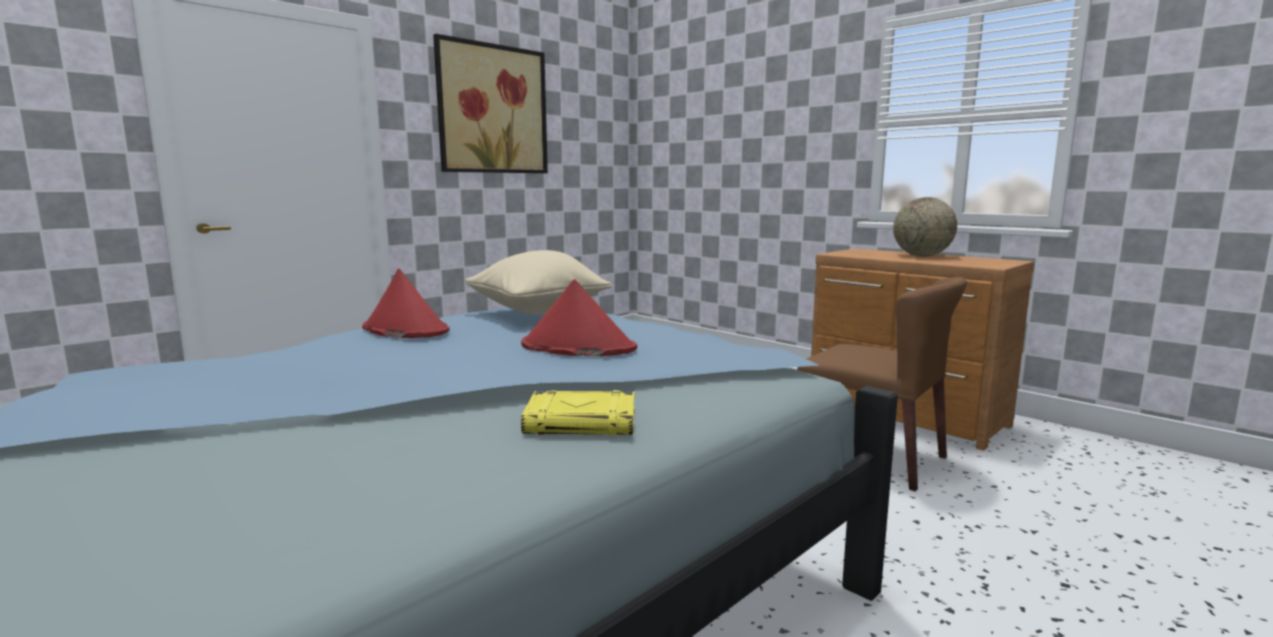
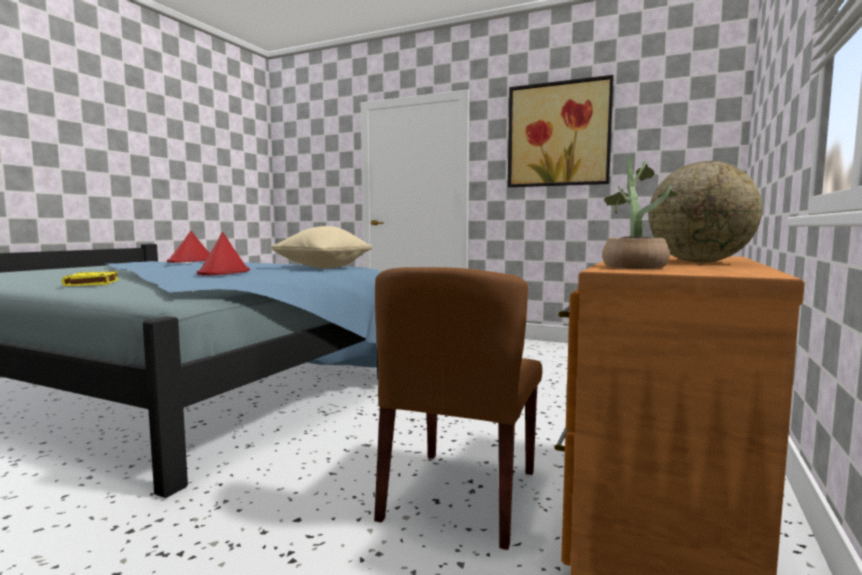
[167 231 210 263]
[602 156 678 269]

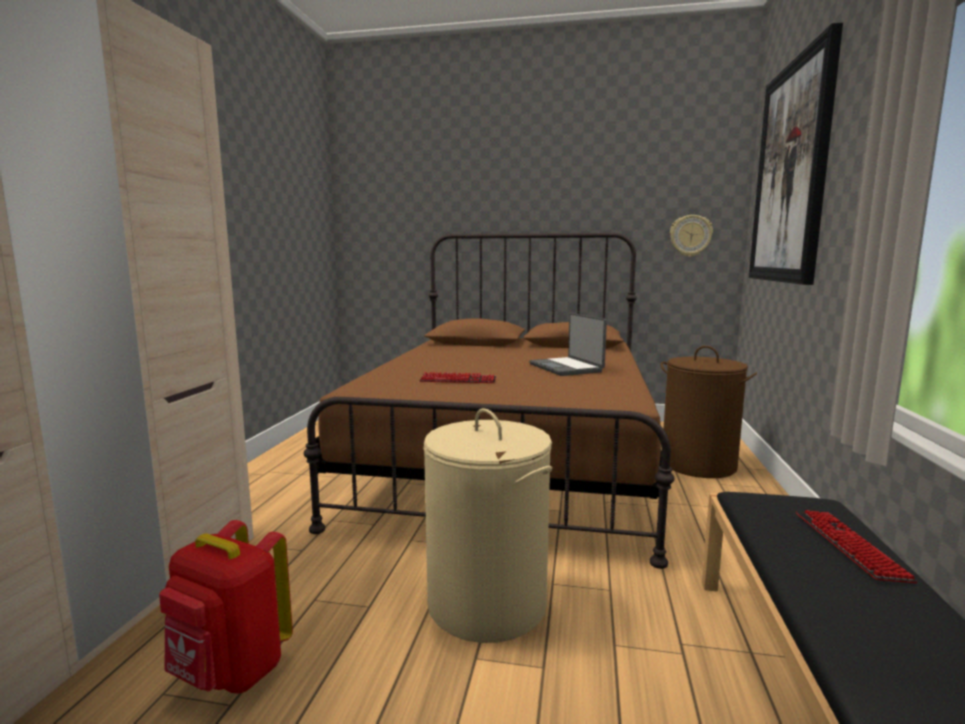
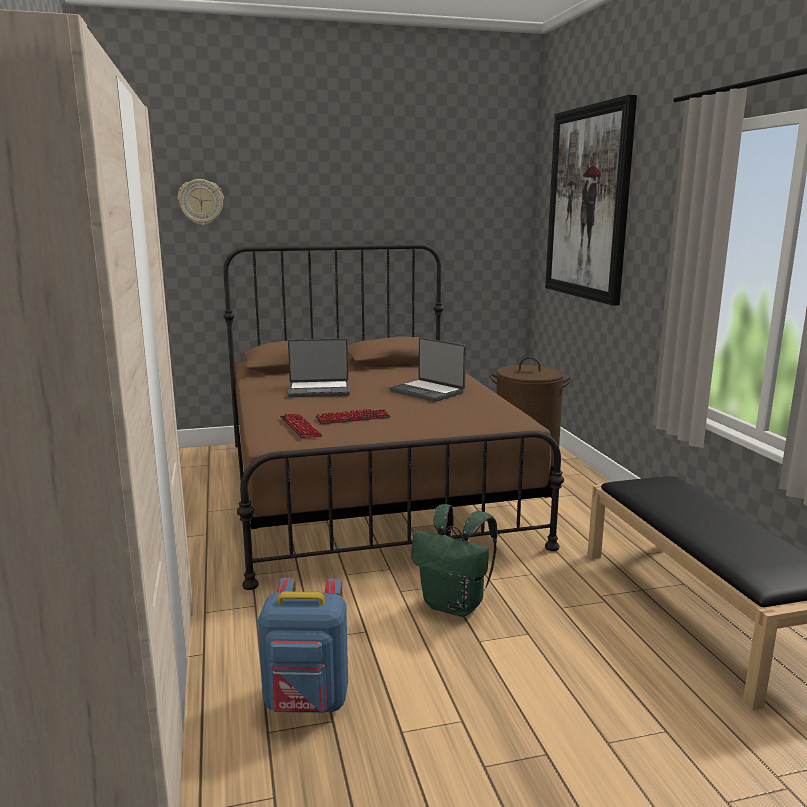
[178 179 224 225]
[411 504 497 617]
[280 413 322 438]
[258 578 348 713]
[288 338 350 397]

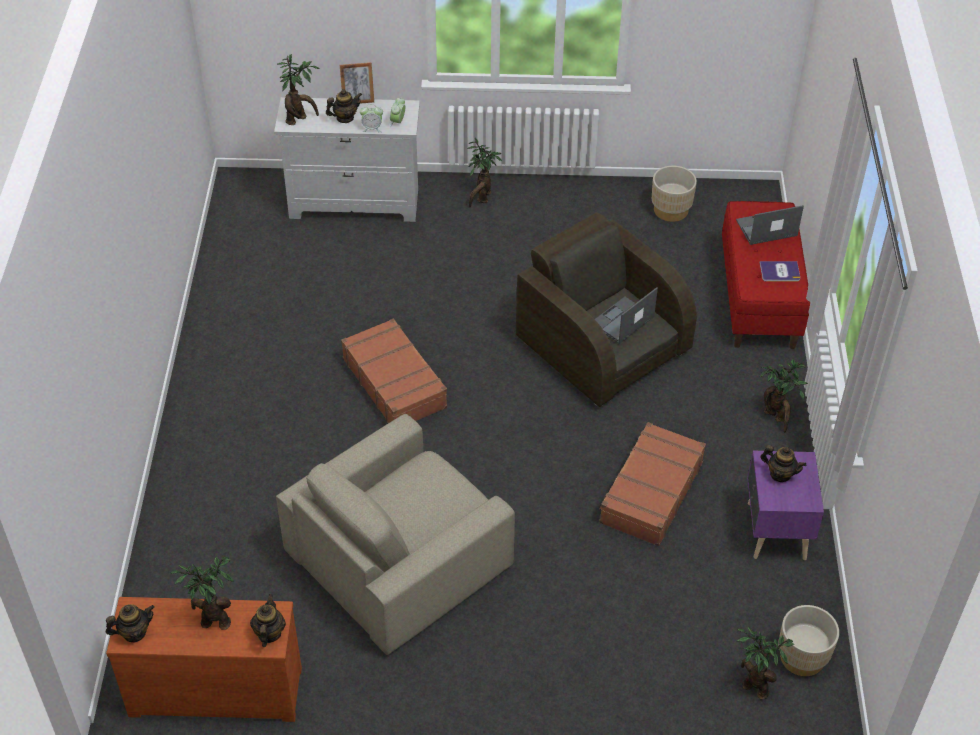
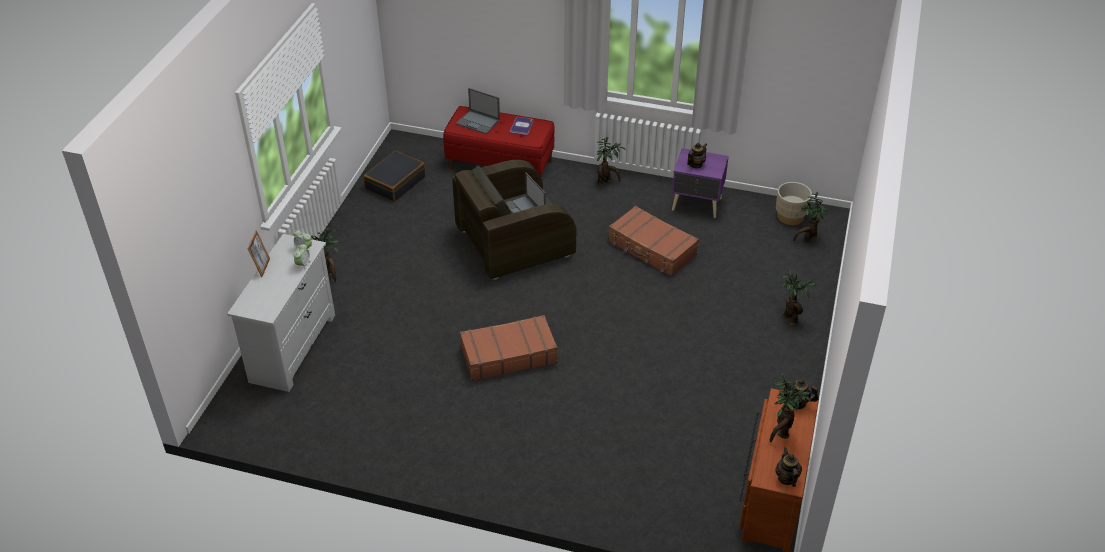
[781 270 816 325]
[326 89 362 123] (first image)
[364 151 425 202]
[456 88 500 134]
[276 414 515 655] (first image)

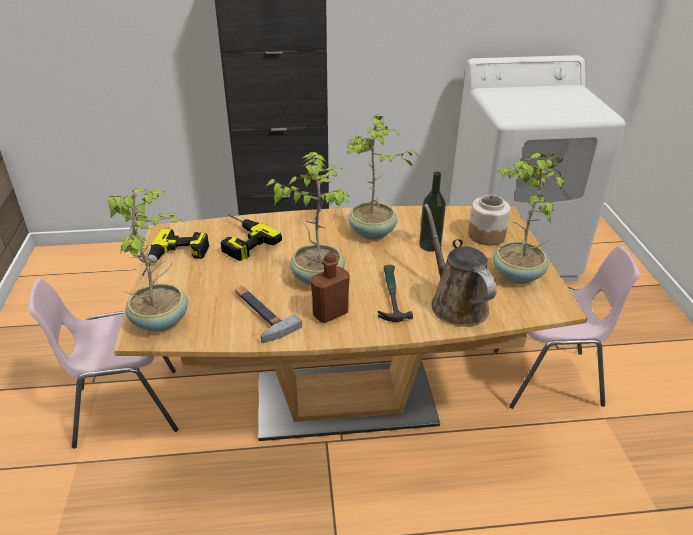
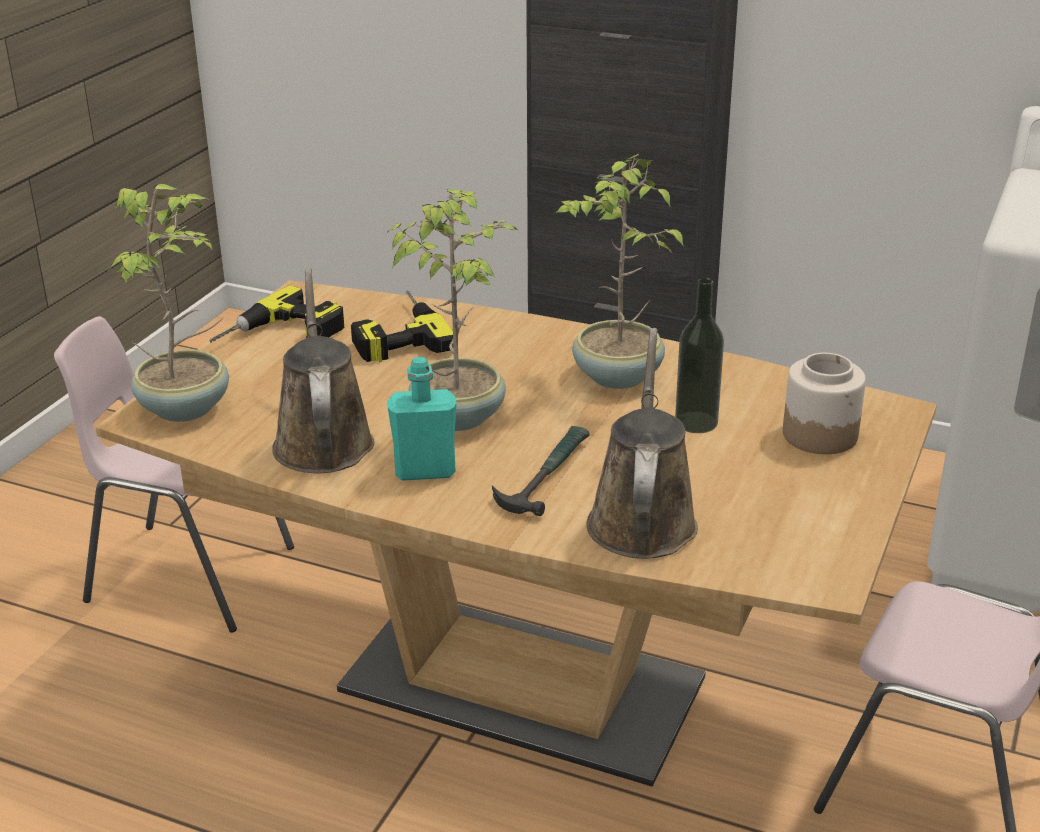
[493 153 564 284] (first image)
[387 357 457 481]
[272 268 375 474]

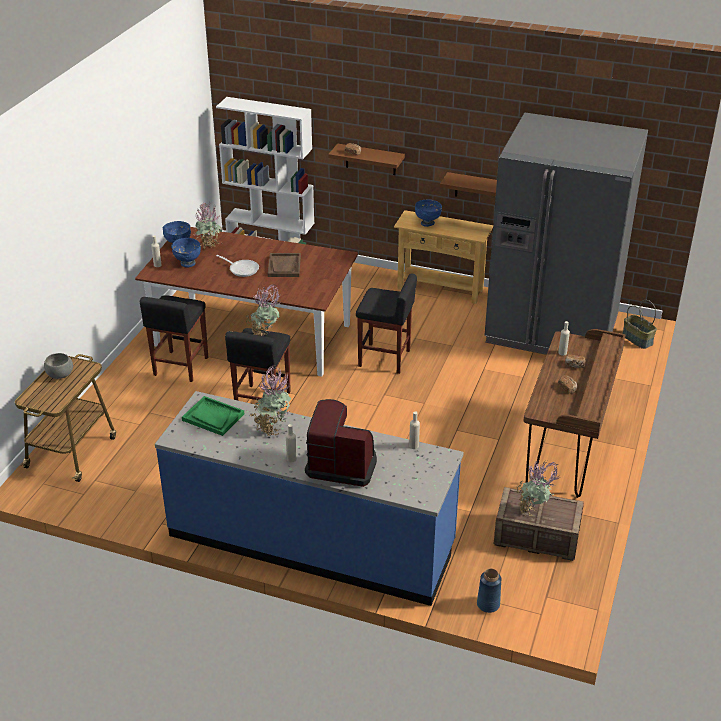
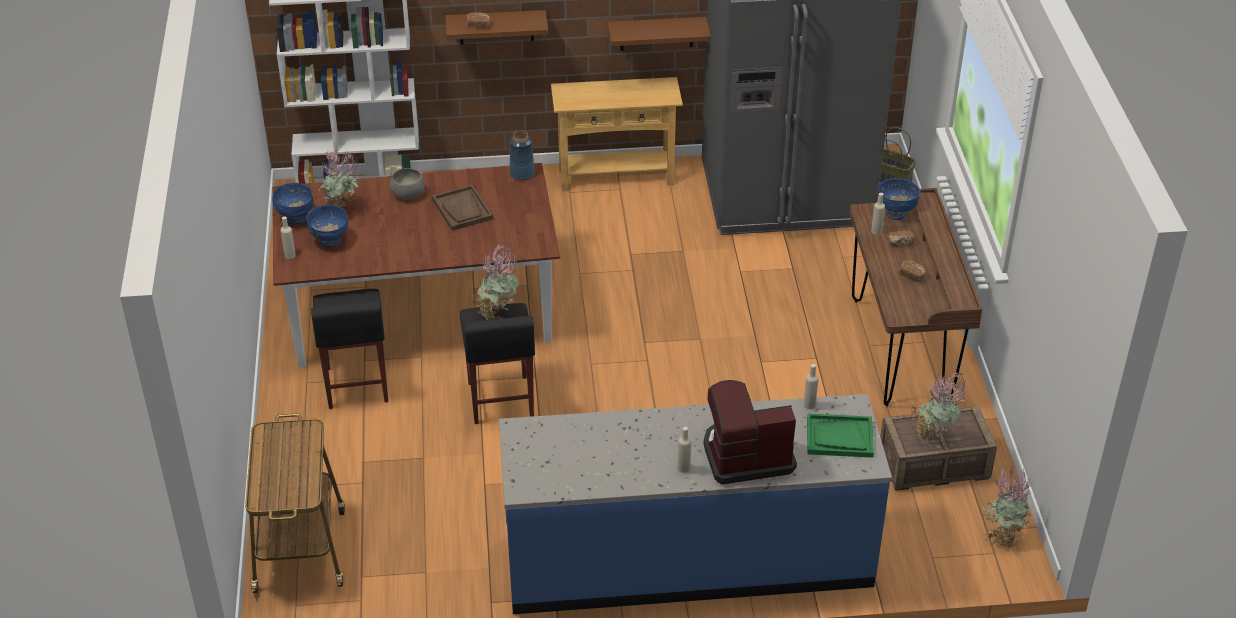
[878 178 920 220]
[216 255 259 277] (first image)
[356 273 417 374] (first image)
[390 168 425 200]
[982 466 1032 547]
[807 414 874 458]
[510 131 535 180]

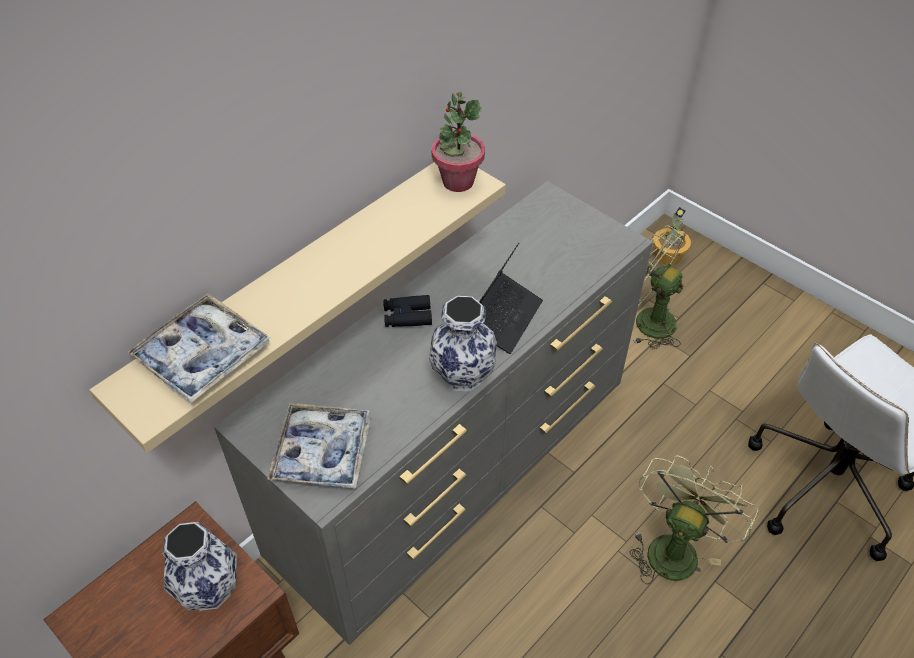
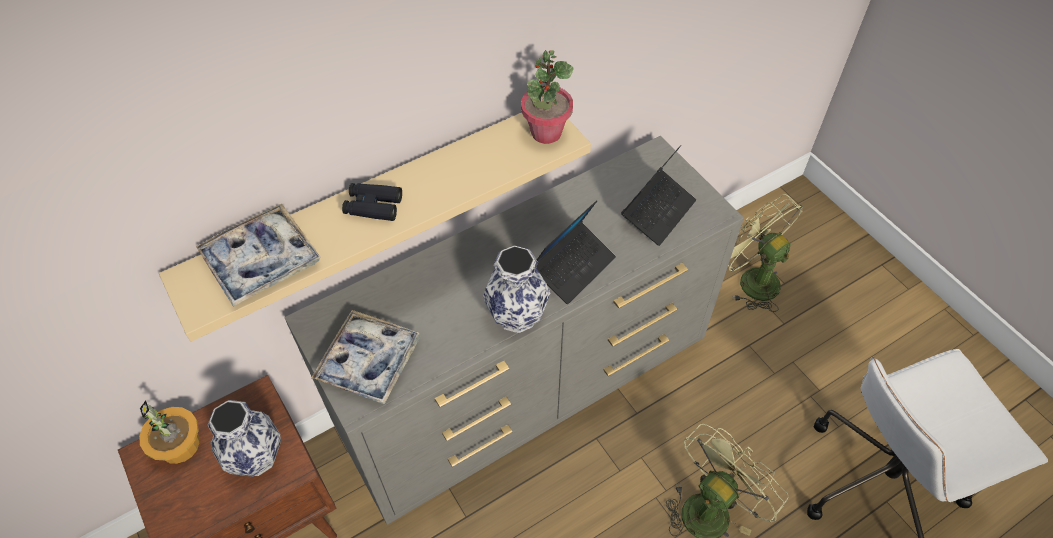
[139 401 200 464]
[342 183 402 221]
[621 145 696 246]

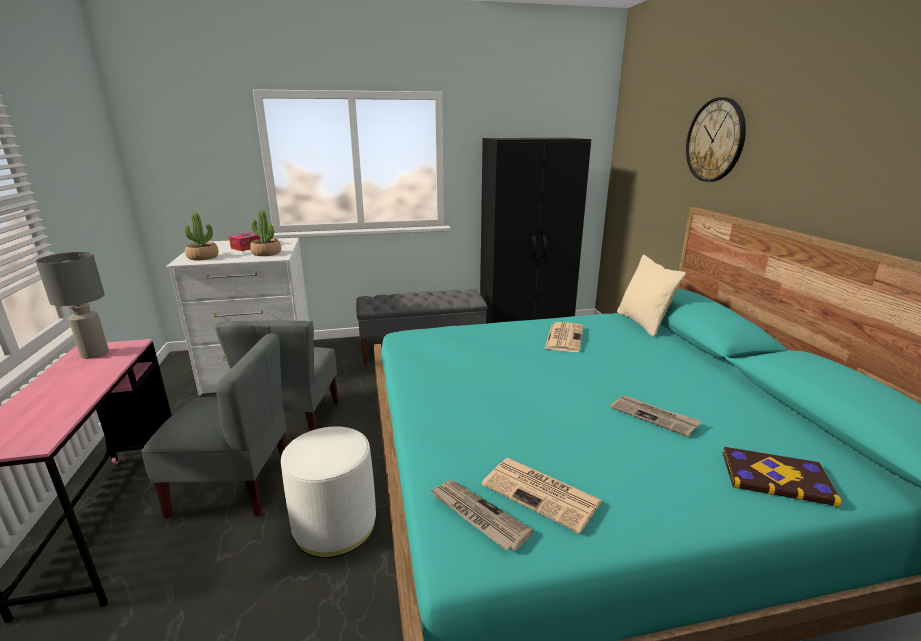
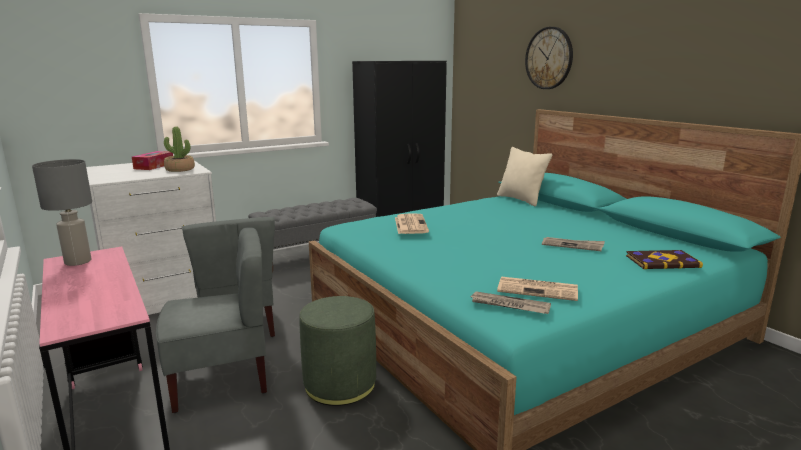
[184 212 219 260] (first image)
[395 214 429 234]
[299 296 376 406]

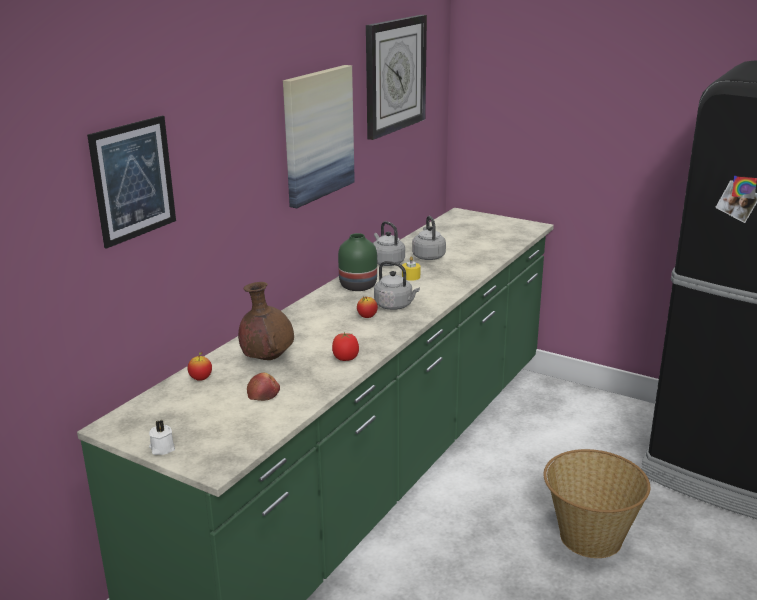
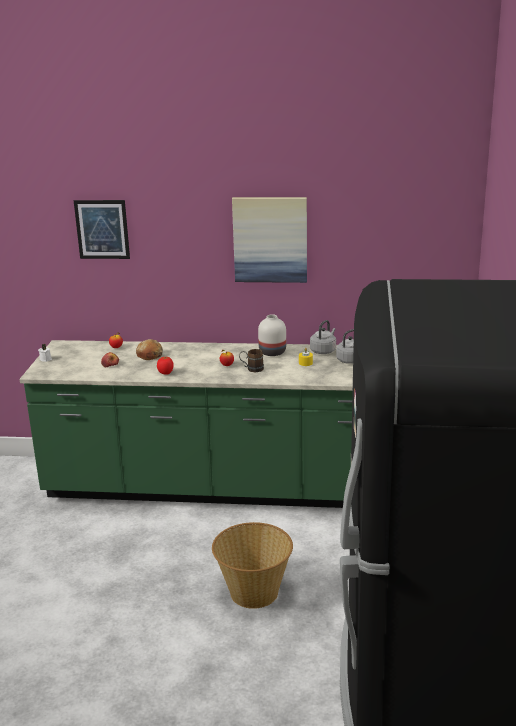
[366 15 427 140] (first image)
[258 314 286 356]
[239 349 264 372]
[136 339 163 360]

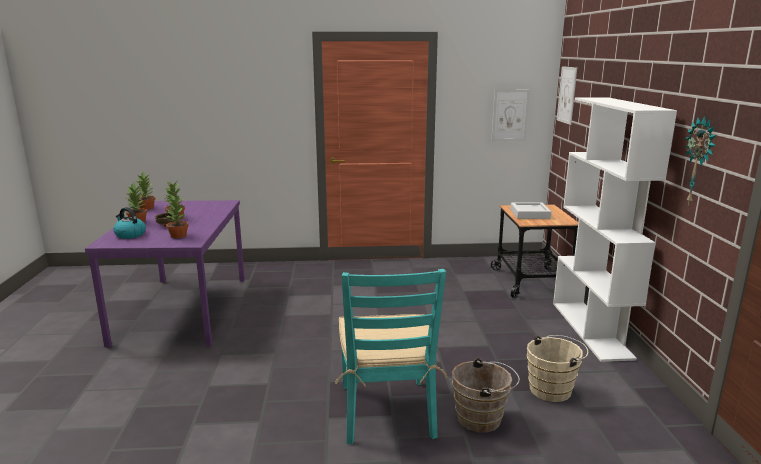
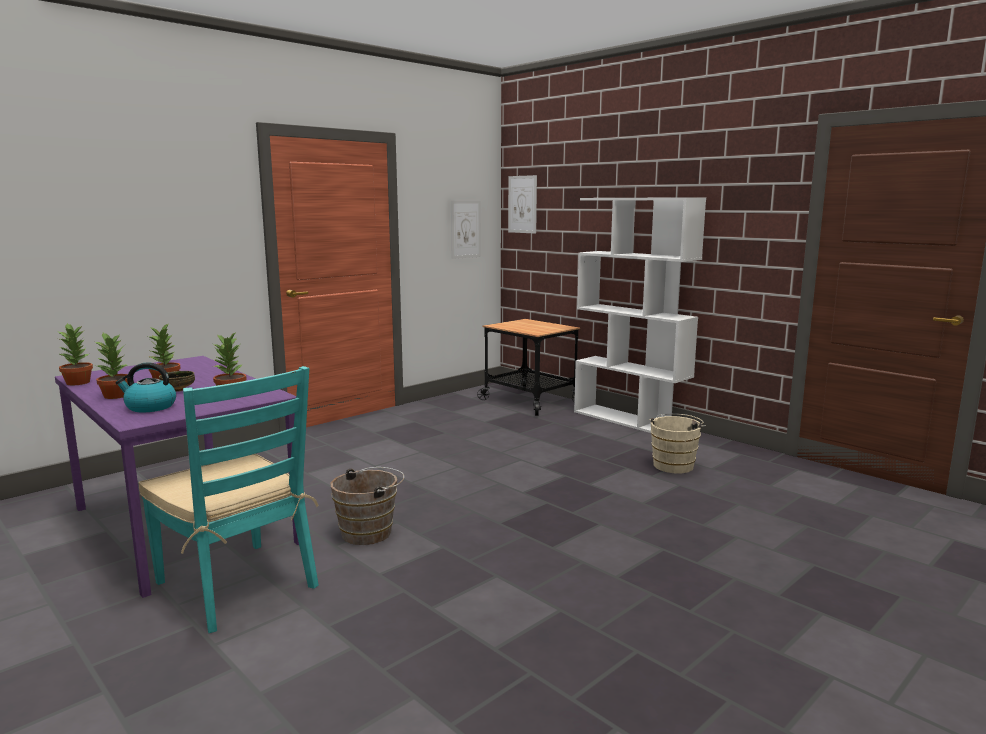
[685 116 717 205] (first image)
[510 202 551 219] (first image)
[139 366 319 633]
[331 467 404 545]

